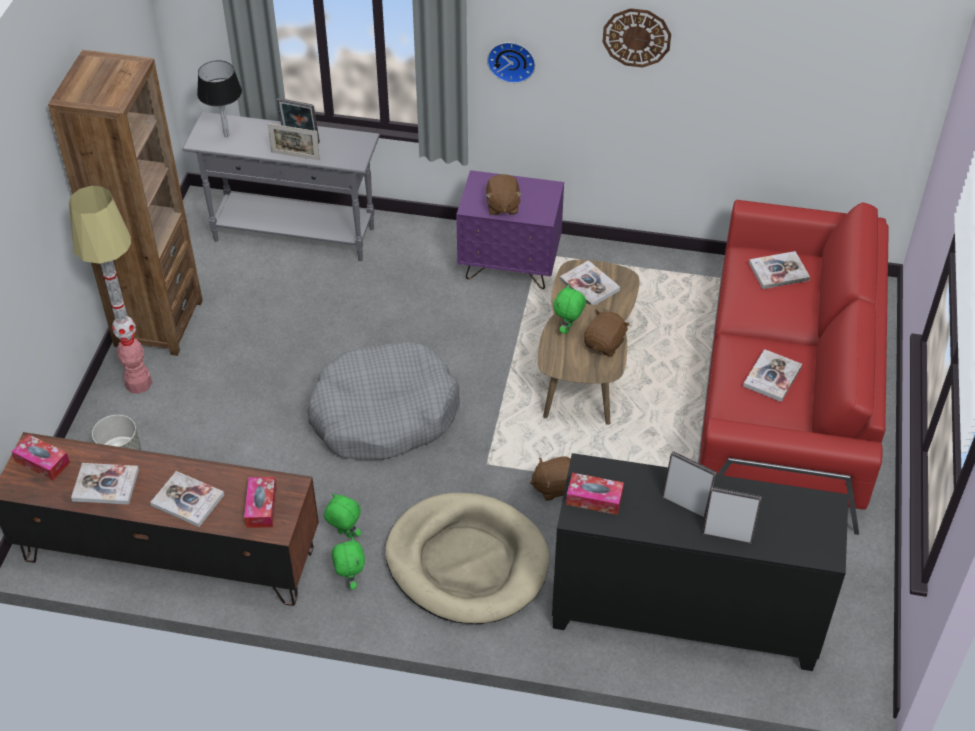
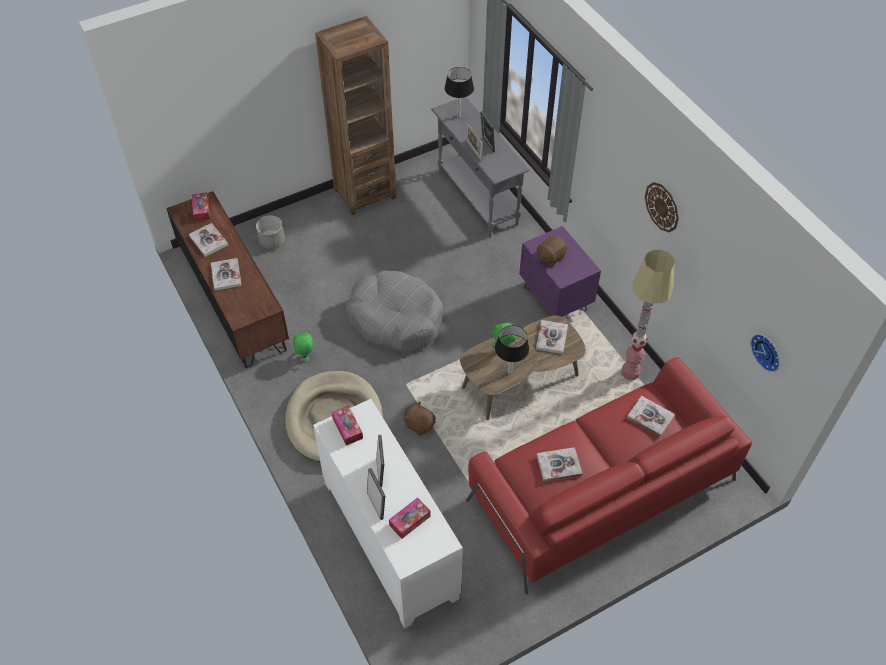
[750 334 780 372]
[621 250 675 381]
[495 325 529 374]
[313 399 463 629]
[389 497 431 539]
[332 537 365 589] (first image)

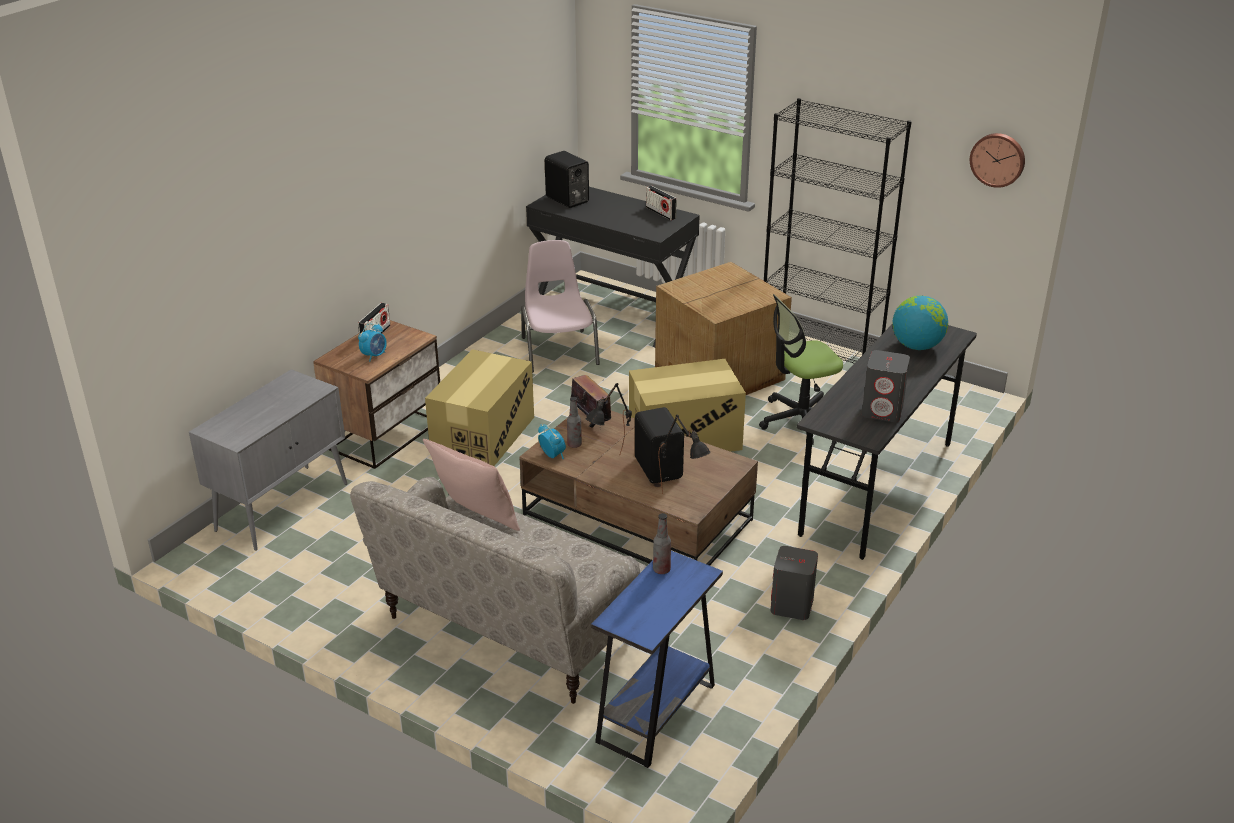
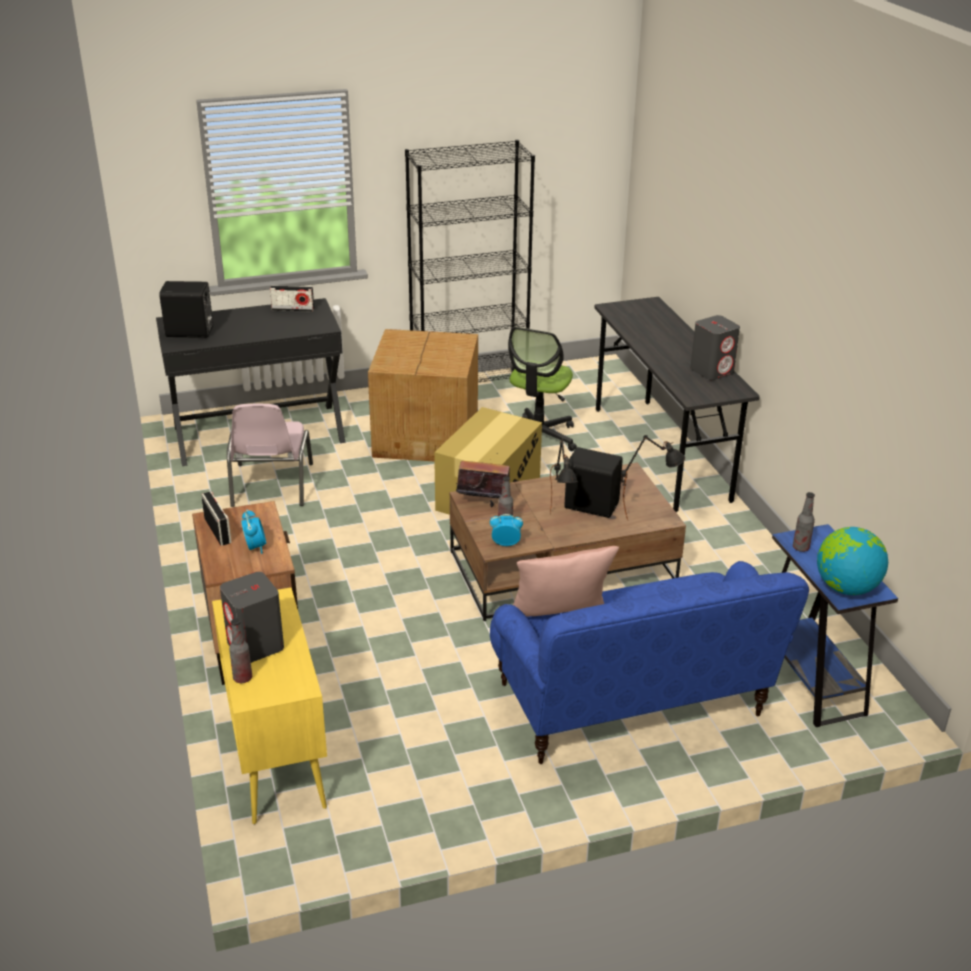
[970 133 1025 188] (first image)
[227 404 313 507]
[817 527 888 595]
[425 349 534 466] (first image)
[212 587 327 824]
[490 561 809 764]
[220 572 284 663]
[229 618 252 683]

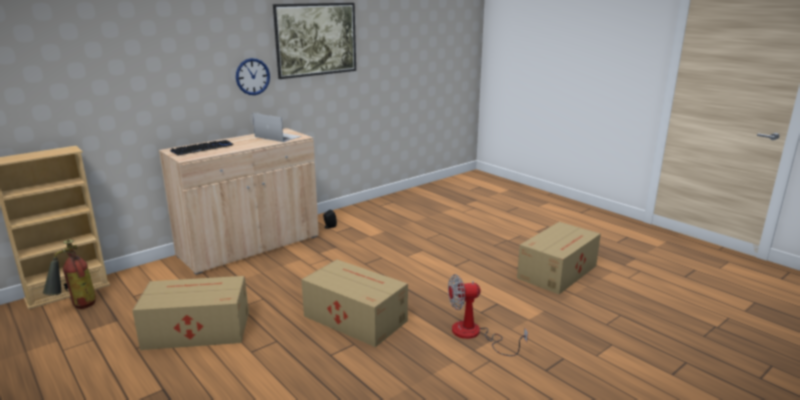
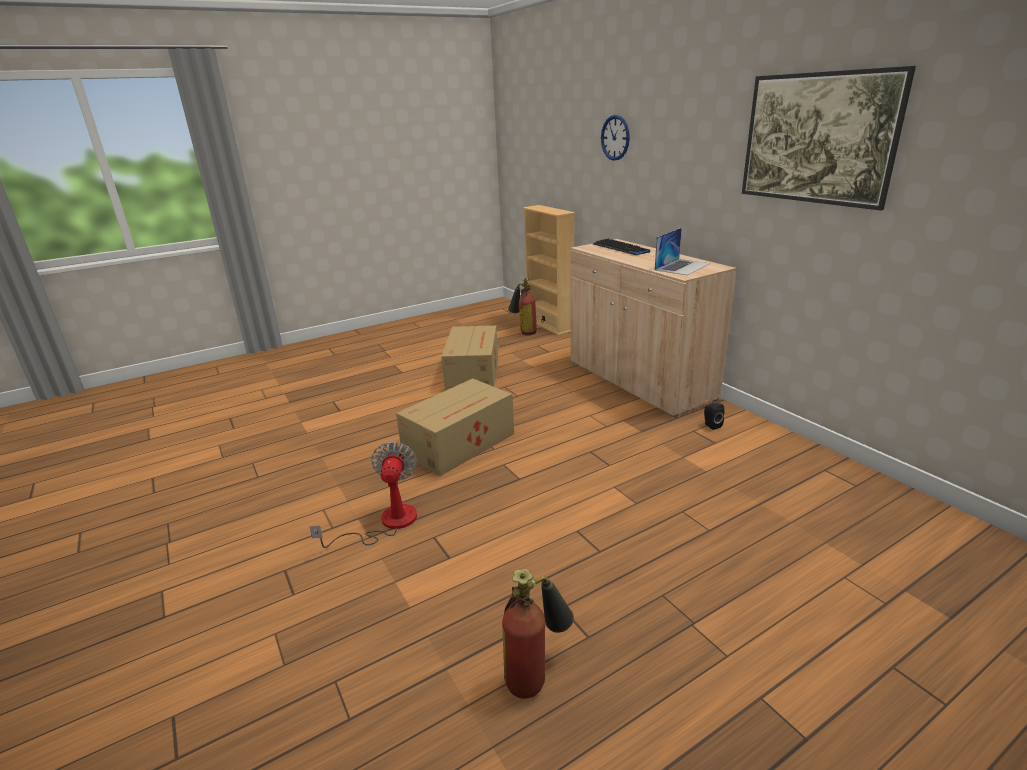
[601 115 630 161]
[502 569 574 699]

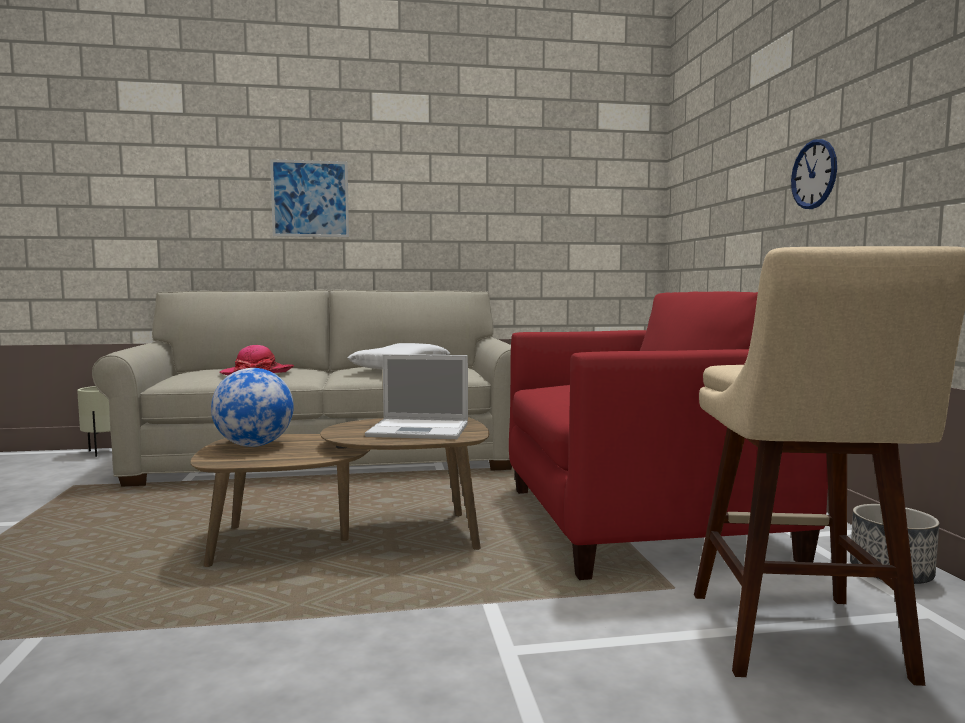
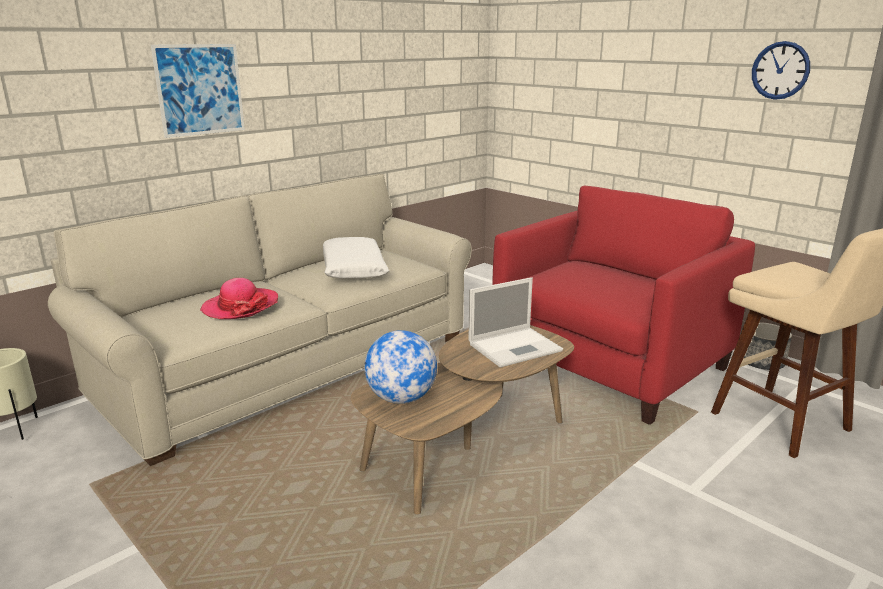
[752 41 810 100]

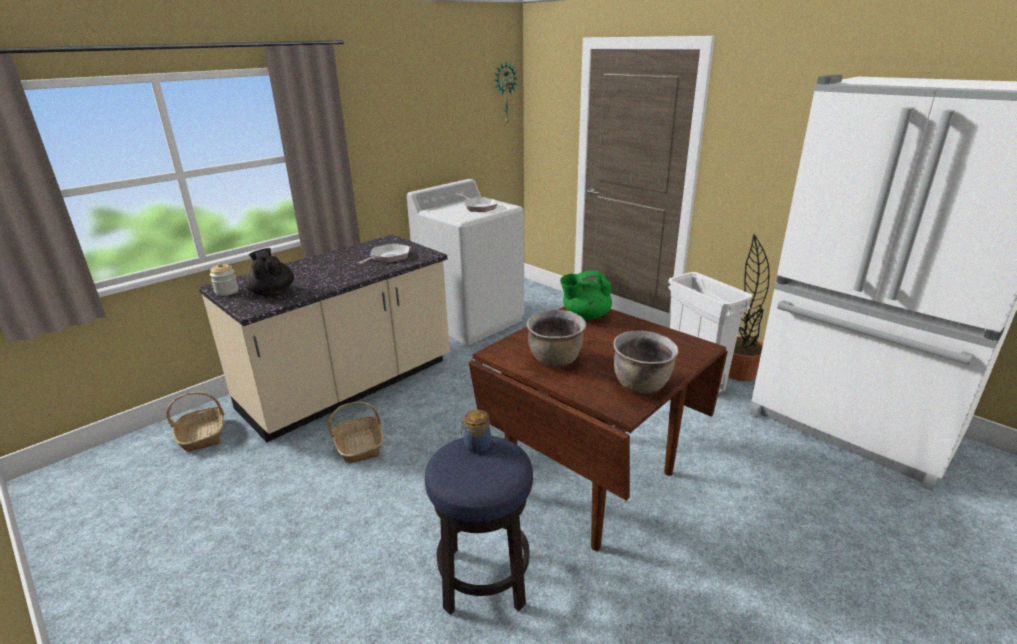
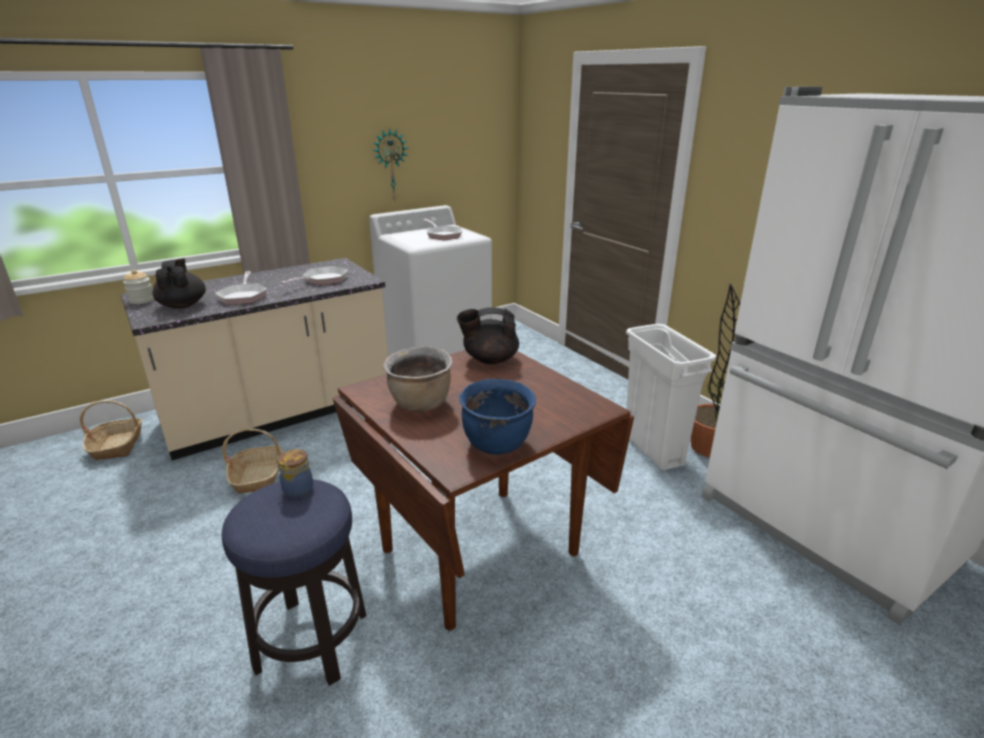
[372 128 408 202]
[457 307 519 364]
[459 379 536 455]
[215 271 267 305]

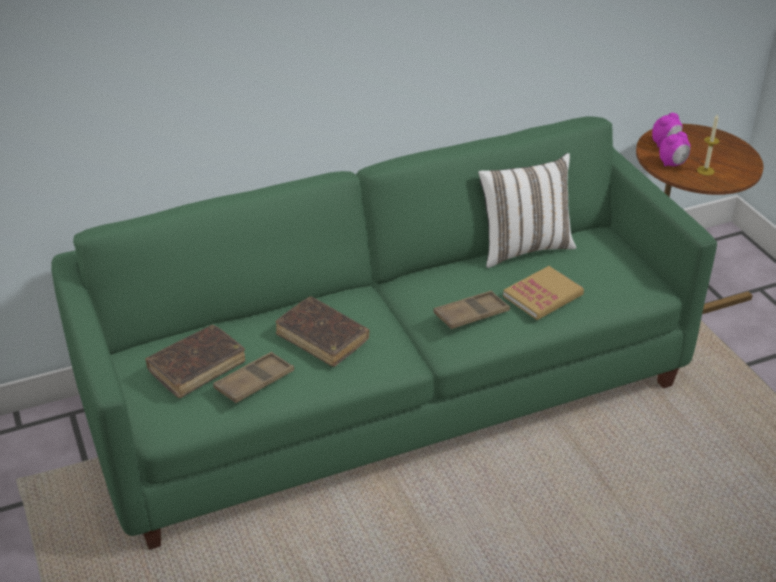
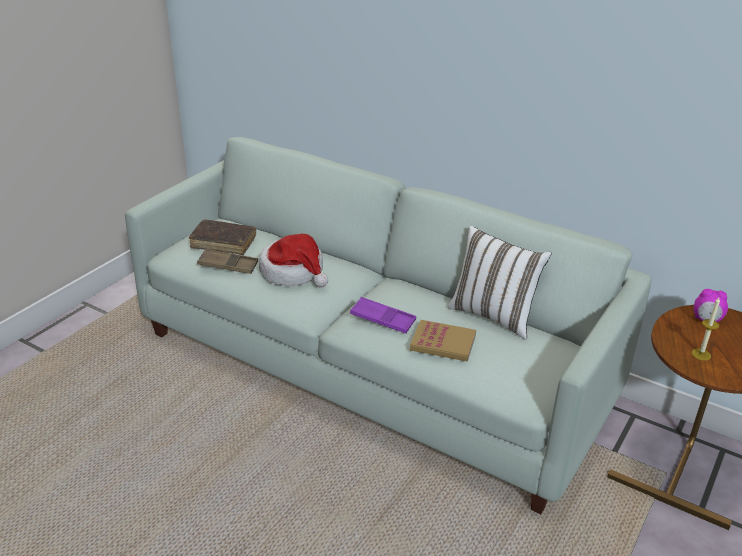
[125 137 651 514]
[659 132 691 167] (first image)
[350 297 416 334]
[259 233 328 288]

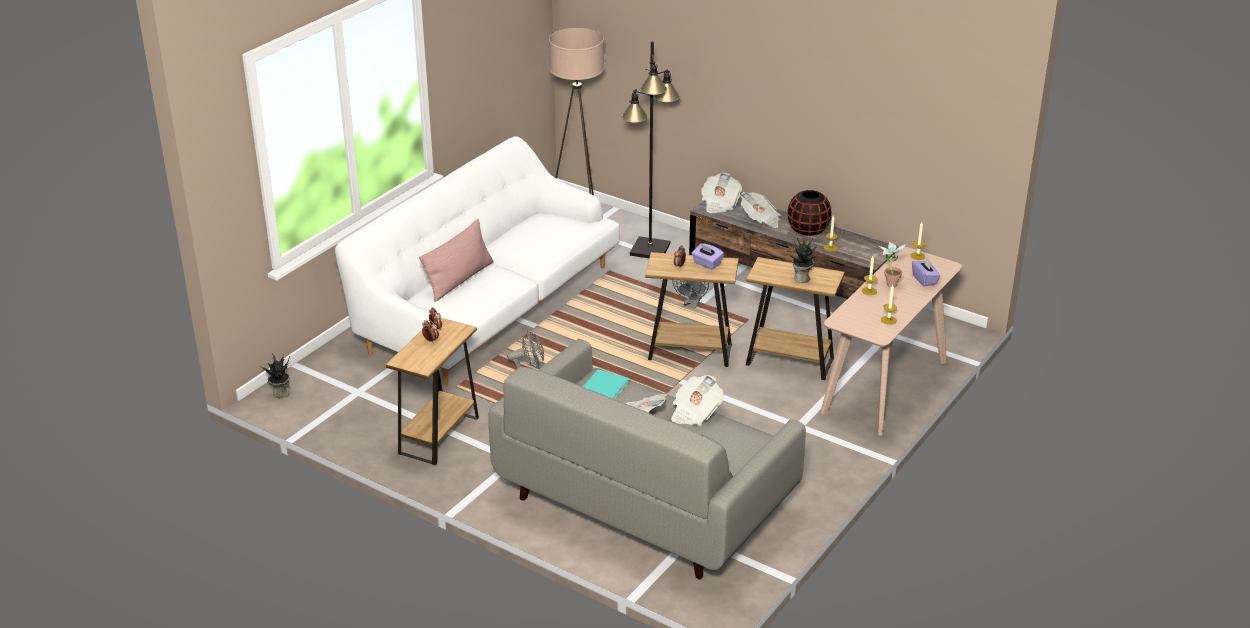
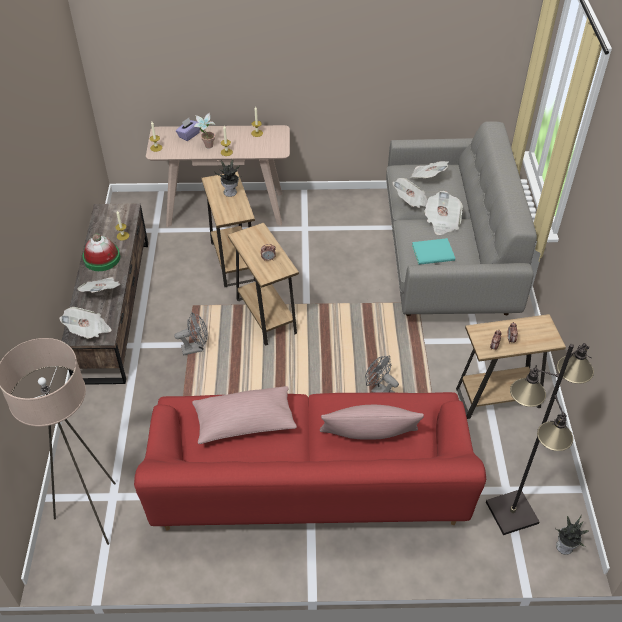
[486 343 594 535]
[134 392 486 531]
[83 234 120 271]
[691 243 724 269] (first image)
[410 161 449 178]
[192 386 297 444]

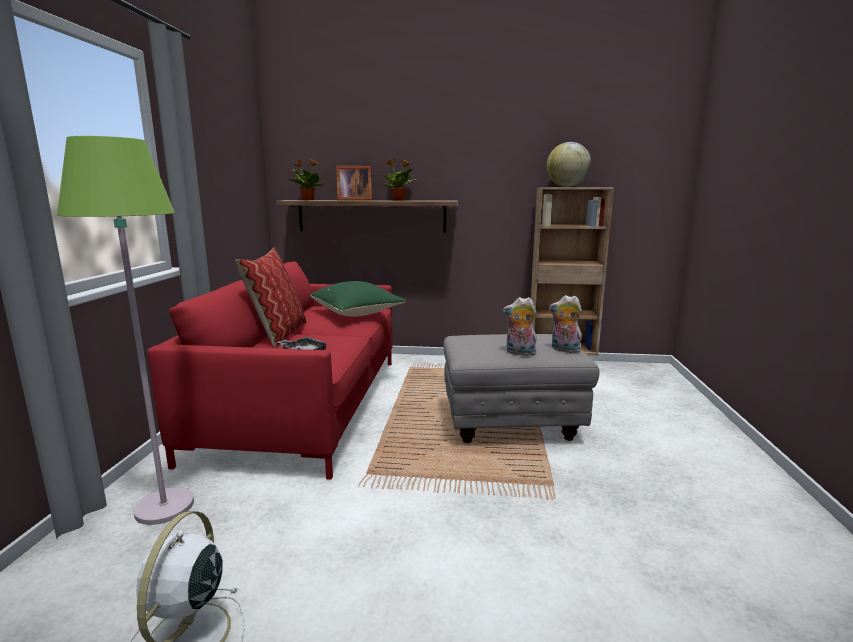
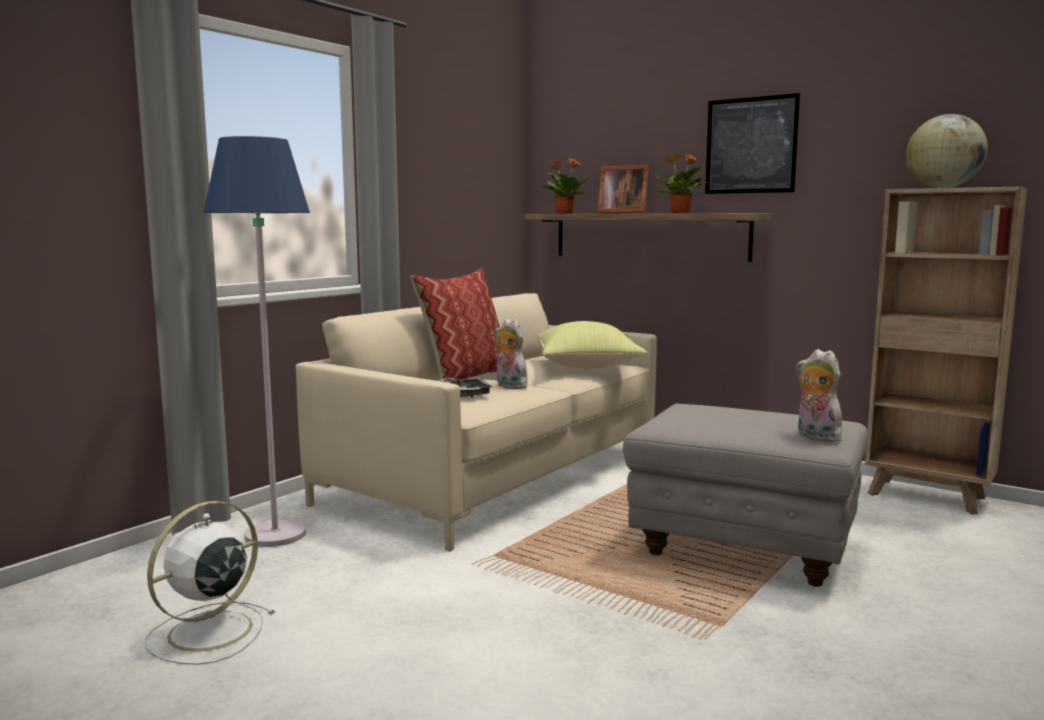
[204 136 310 547]
[296 293 657 551]
[537 321 648 369]
[494 318 530 389]
[705 93 800 194]

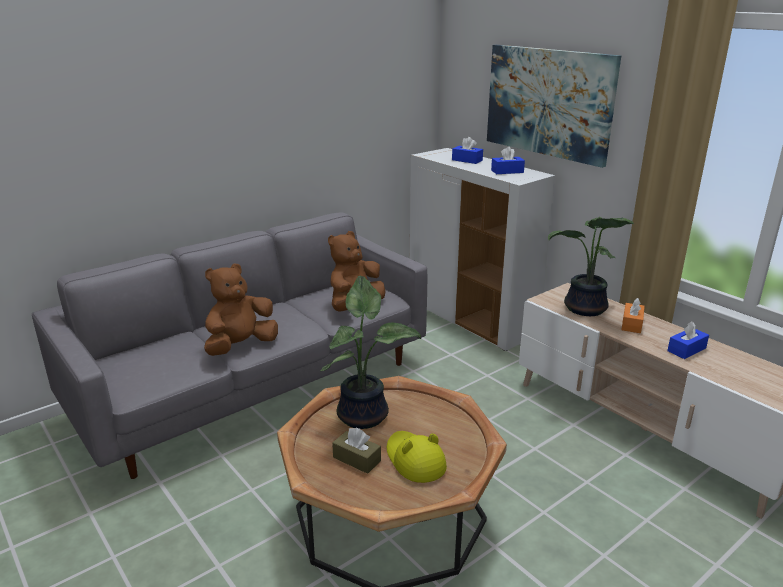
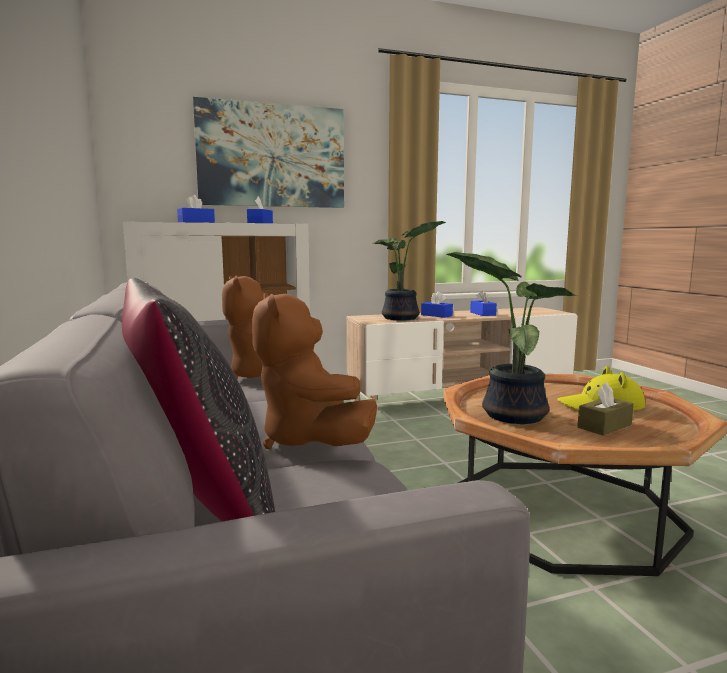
[421 291 453 318]
[122 278 275 522]

